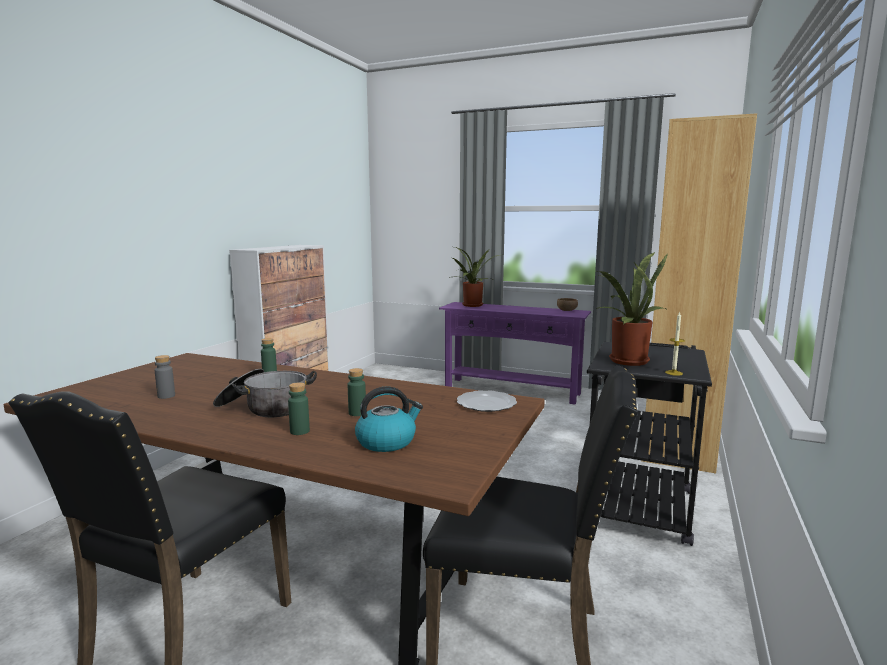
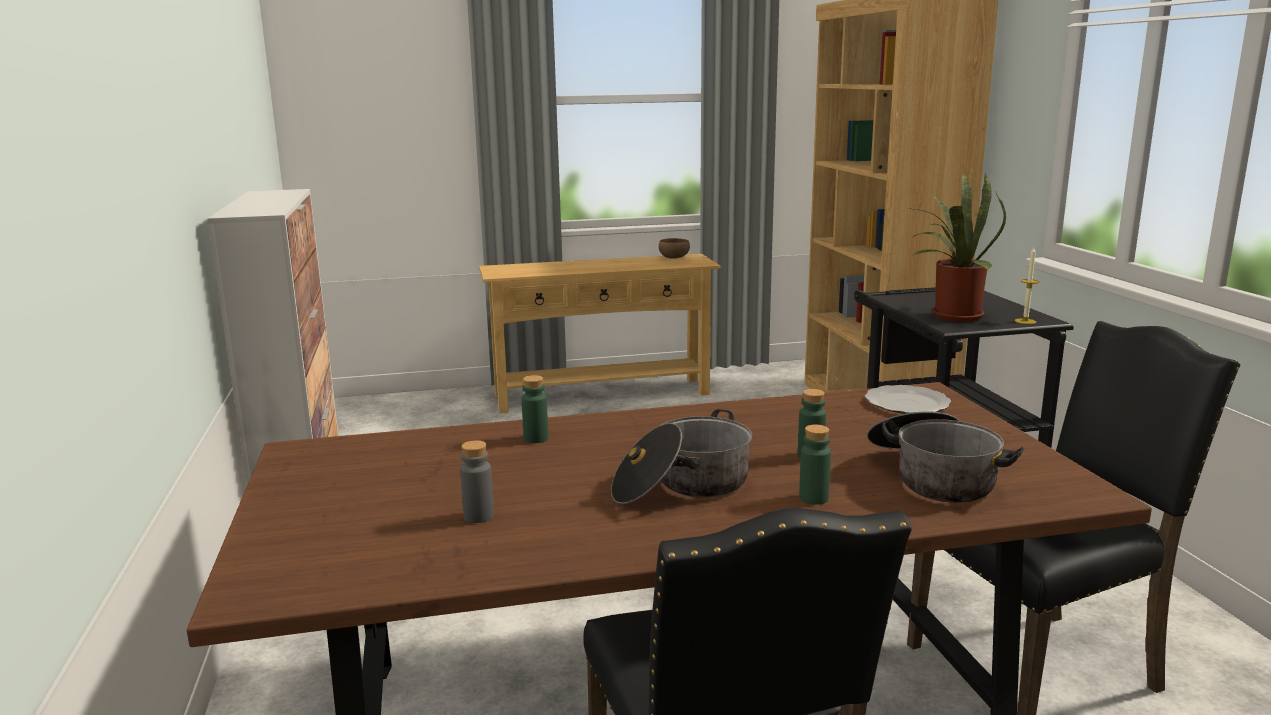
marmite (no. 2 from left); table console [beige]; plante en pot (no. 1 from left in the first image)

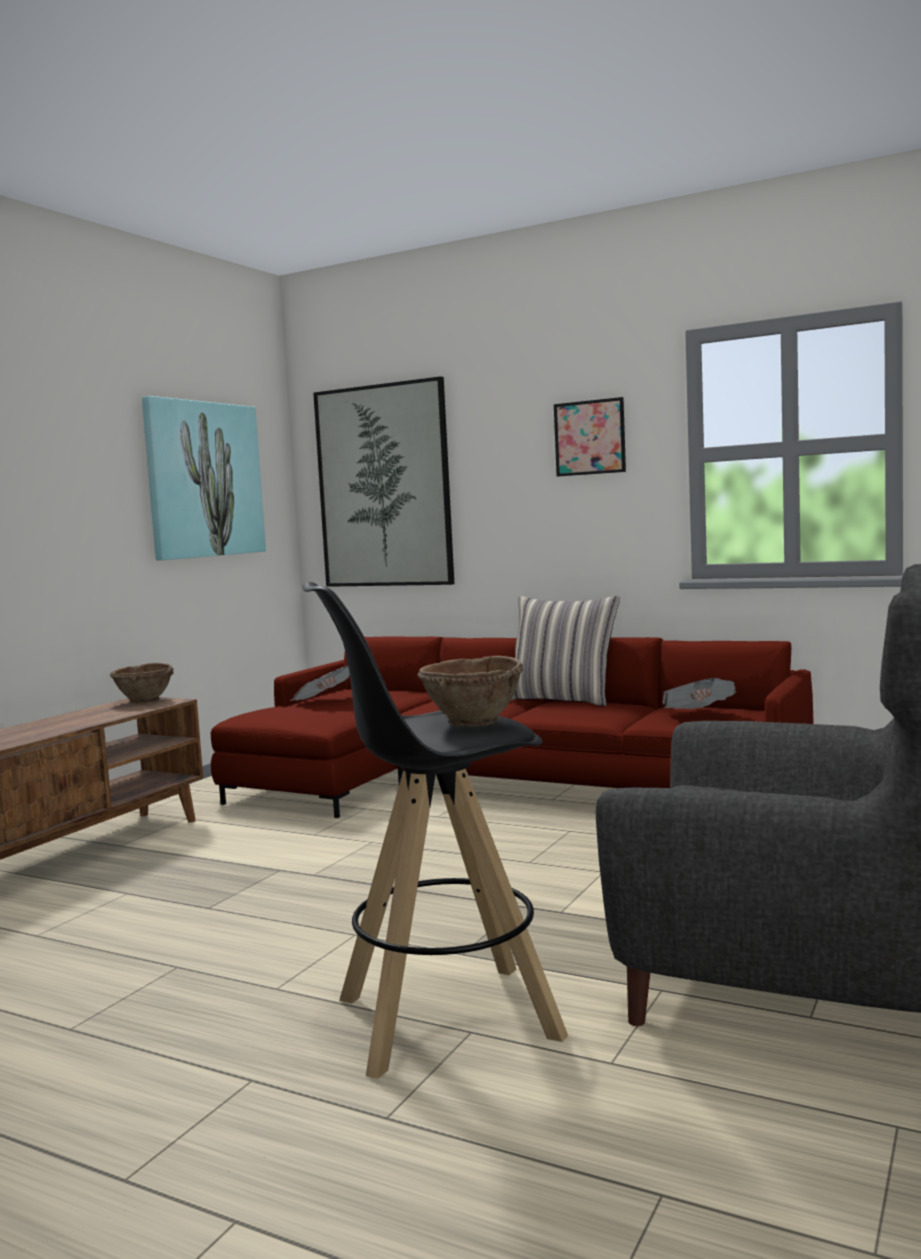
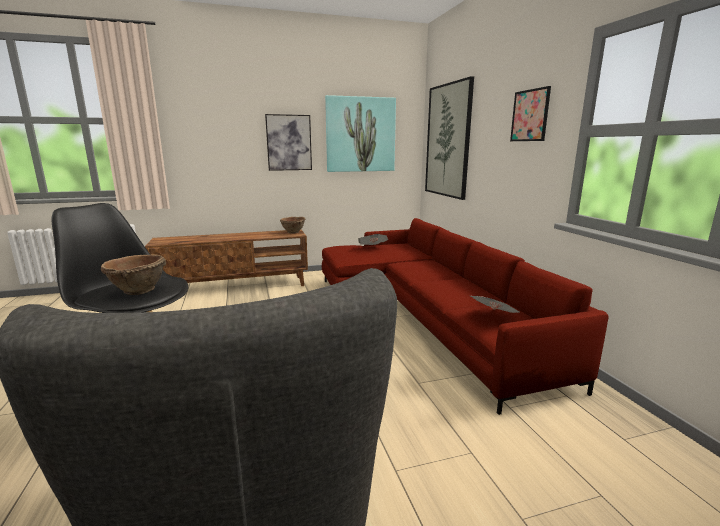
coussin; tableau (no. 1 from left)

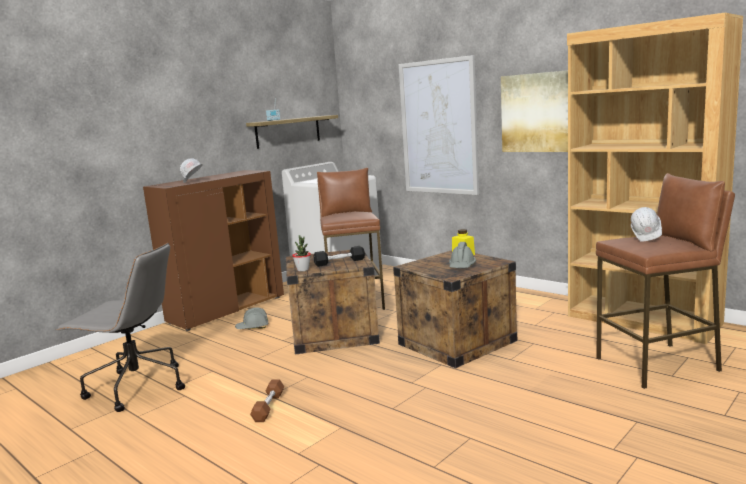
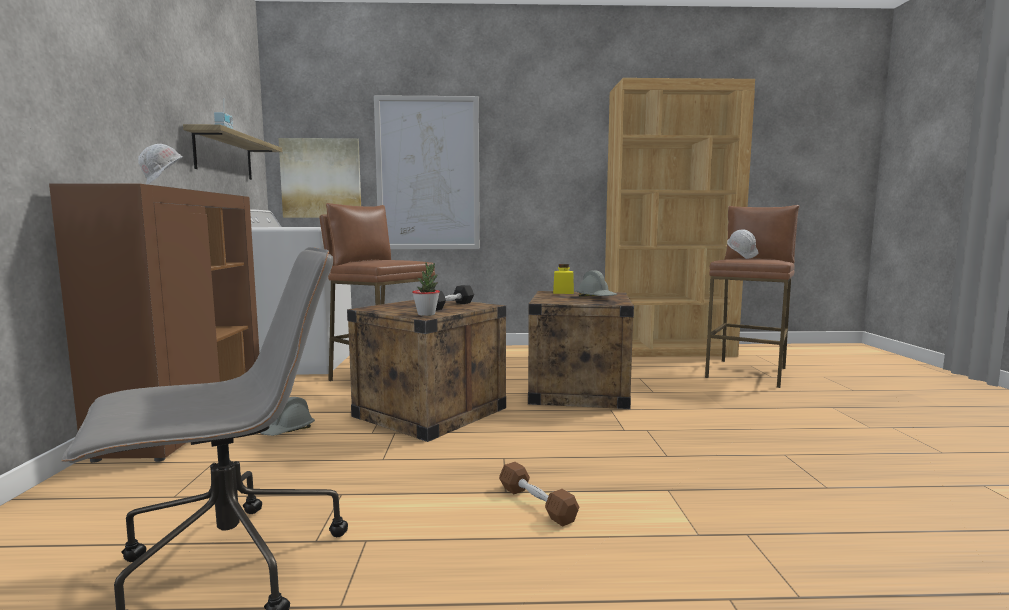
tableau (no. 1 from left)

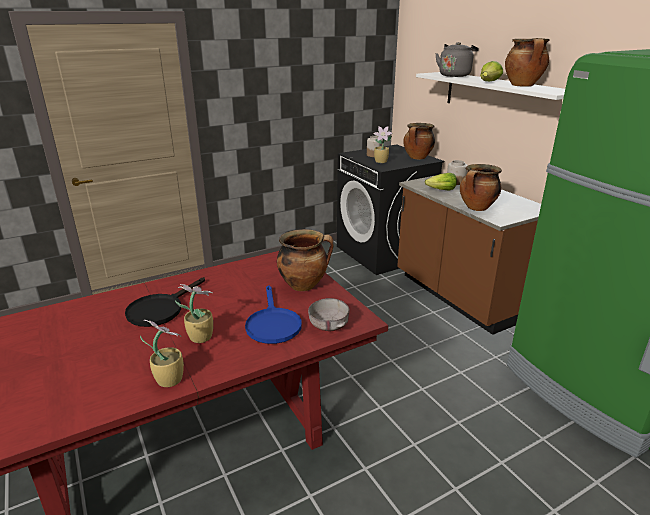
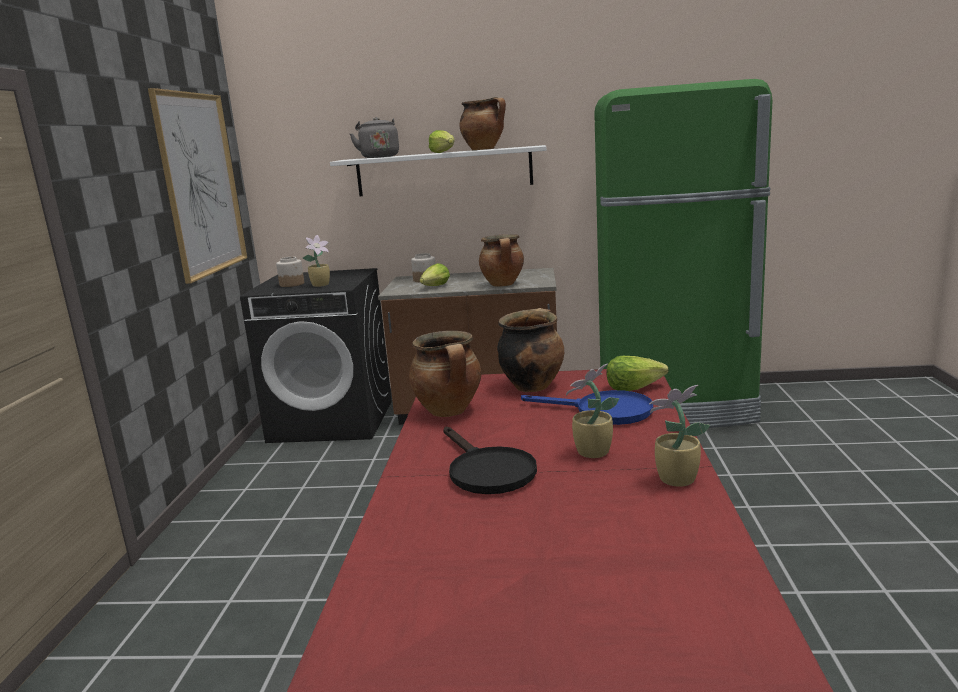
laitue (no. 3 from left); marmite (no. 1 from left); tableau

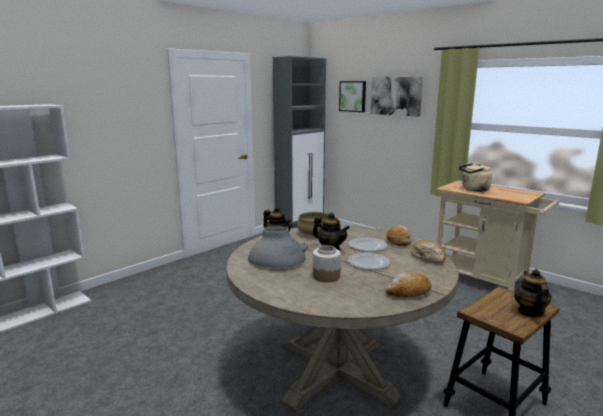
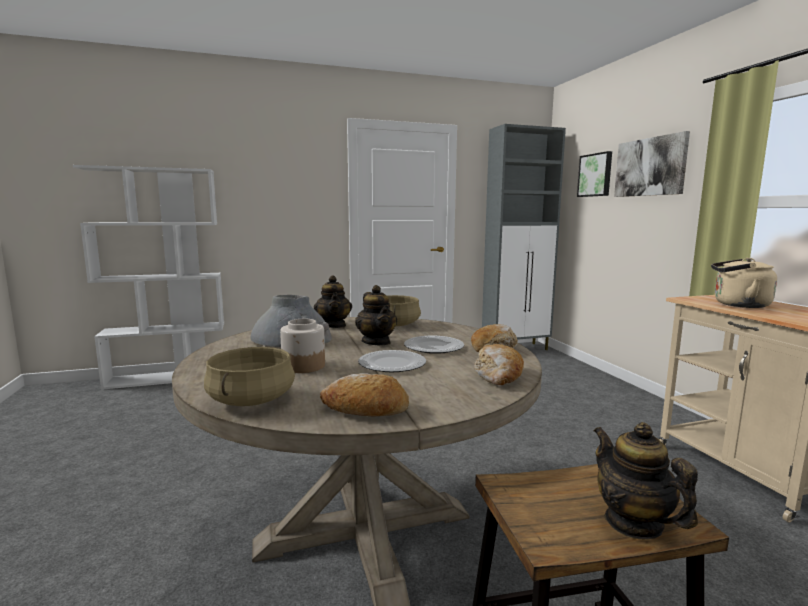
théière (no. 3 from left); marmite [beige] (no. 1 from left)

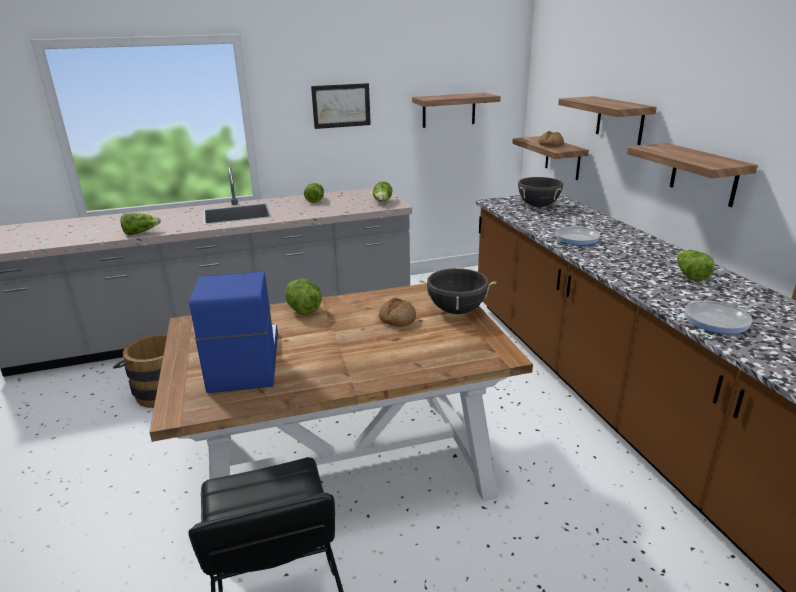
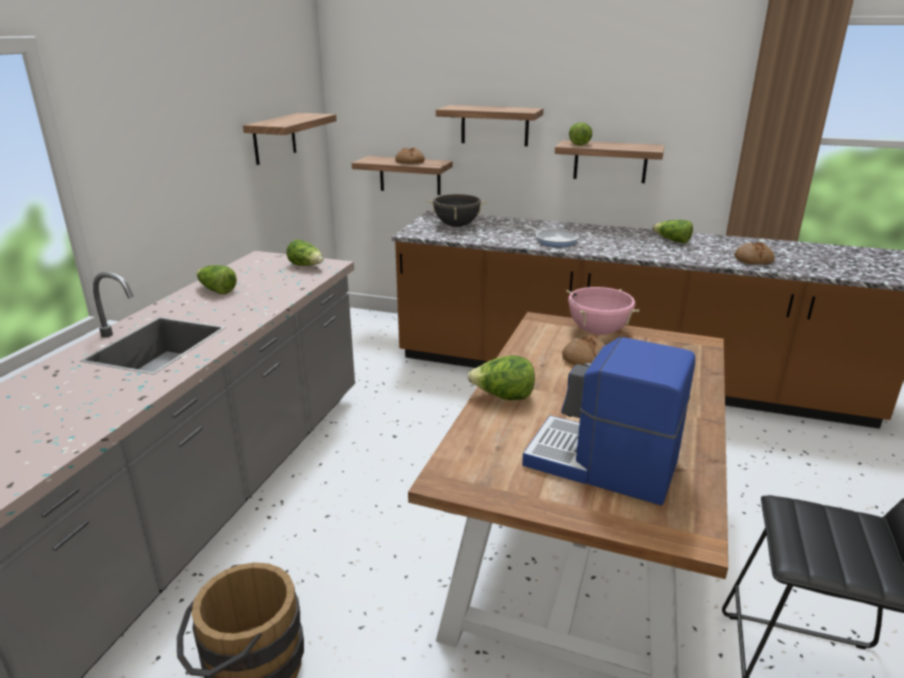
laitue (no. 4 from left); tableau; marmite [rose]; pain (no. 3 from left)

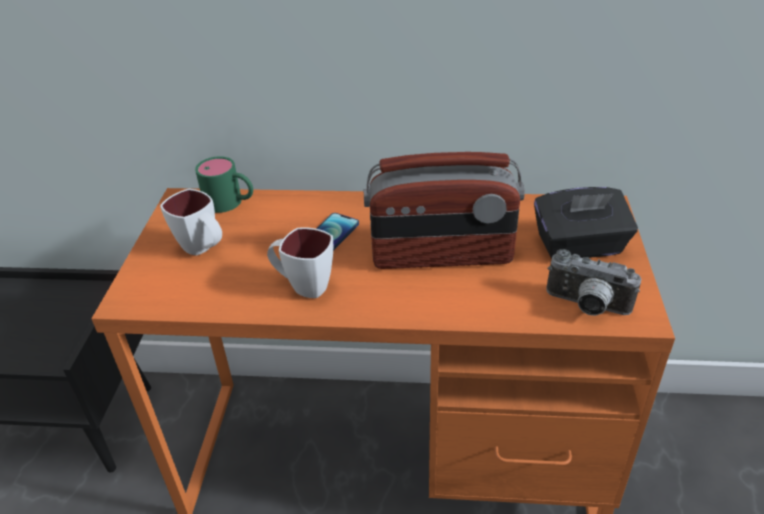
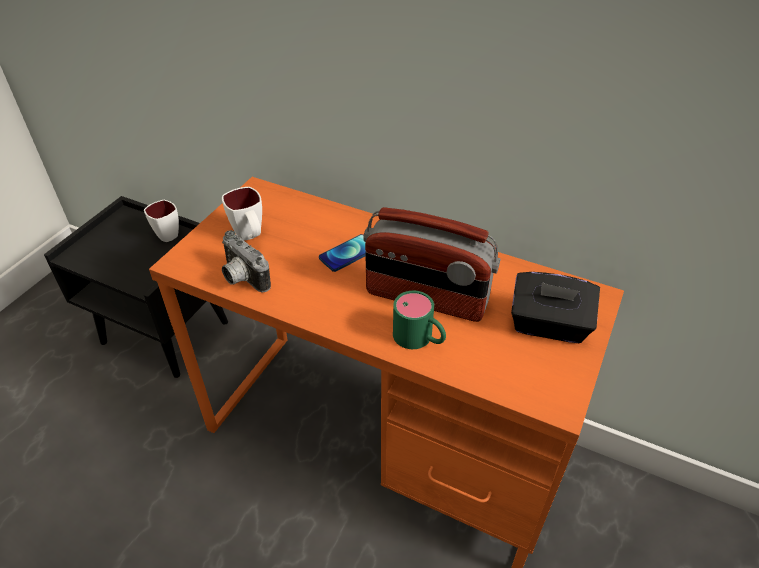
mug [vert]; mug [blanc] (no. 1 from left); appareil photo

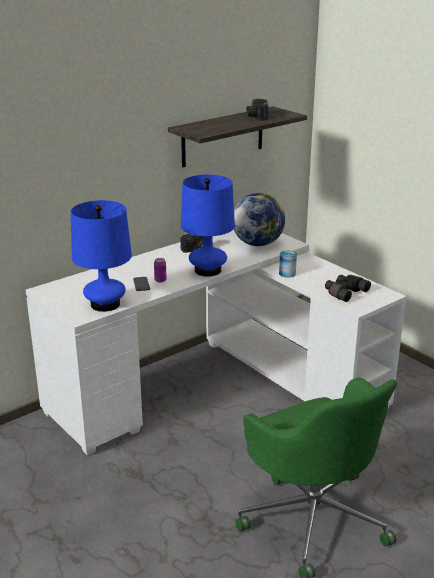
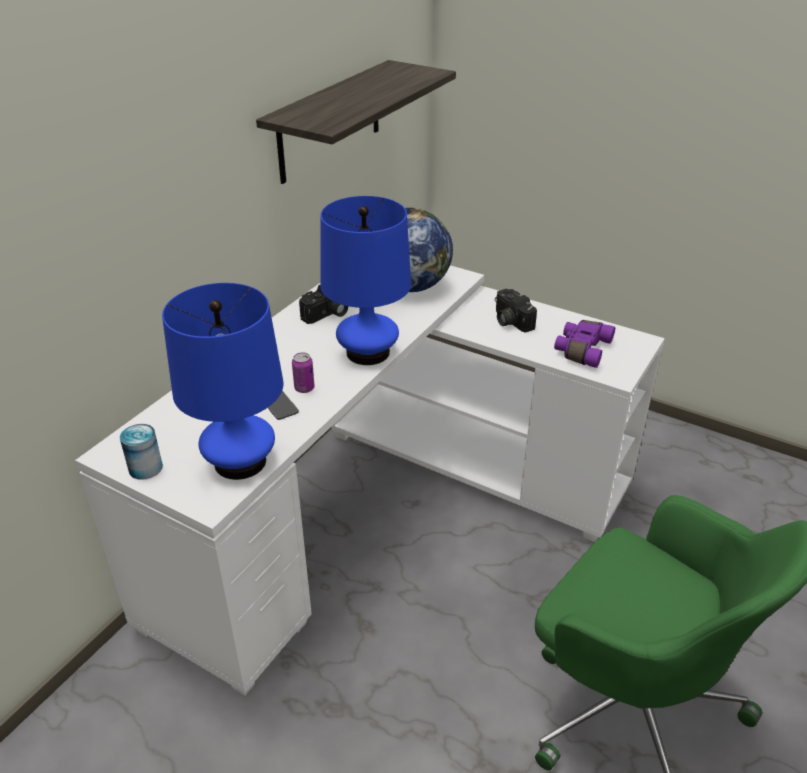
appareil photo (no. 2 from left); boîte métallique (no. 1 from left); jumelles [violet]

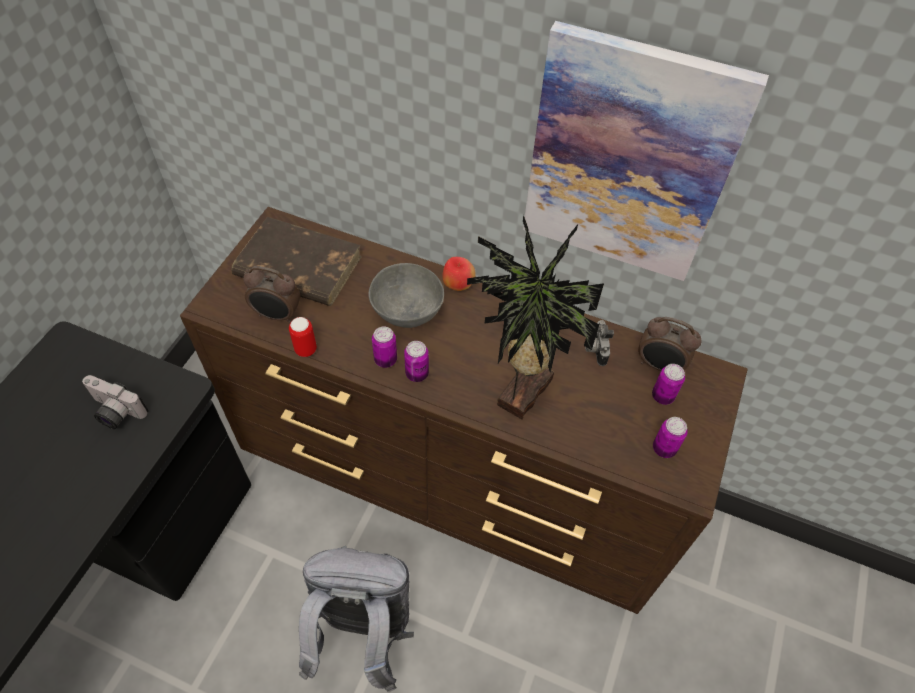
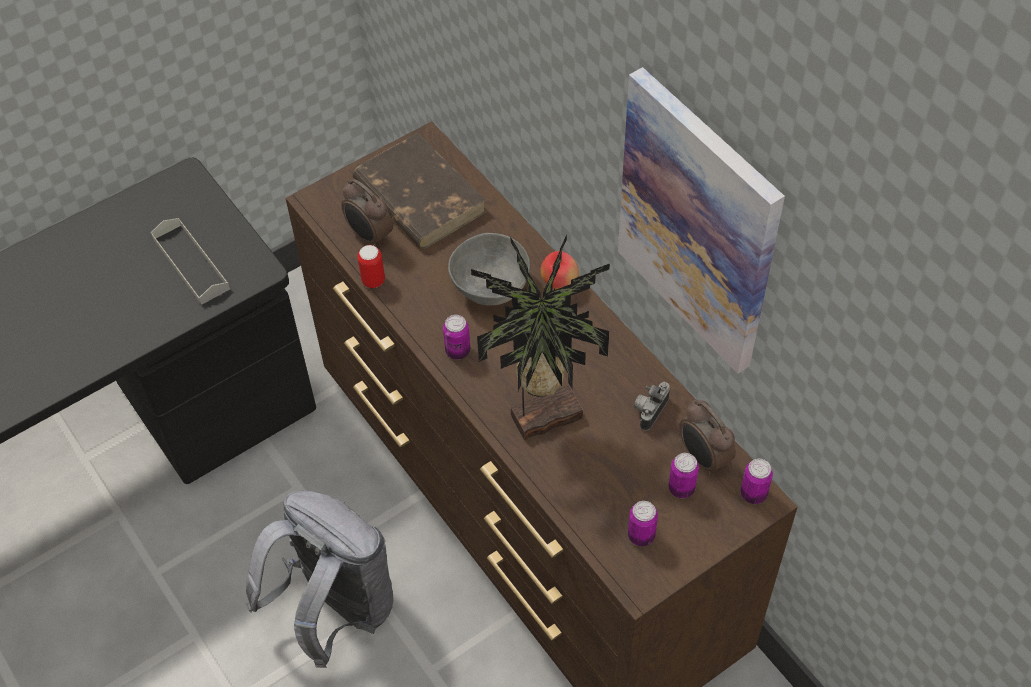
plateau [gris]; boîte métallique (no. 5 from left)

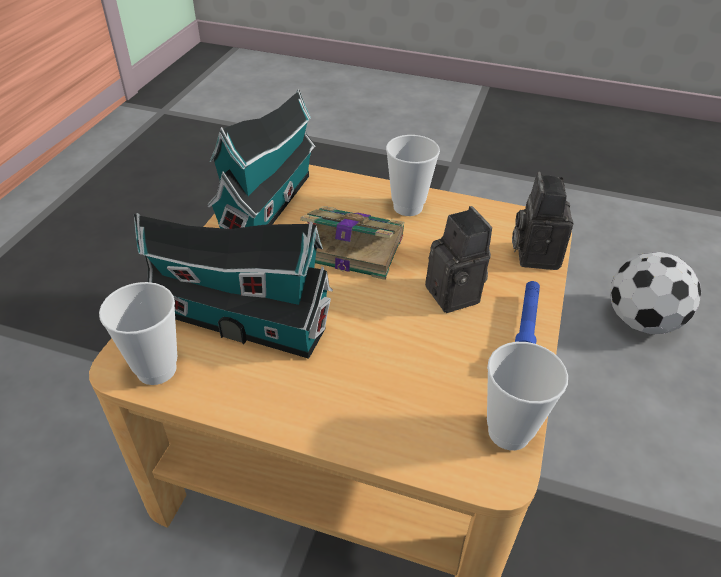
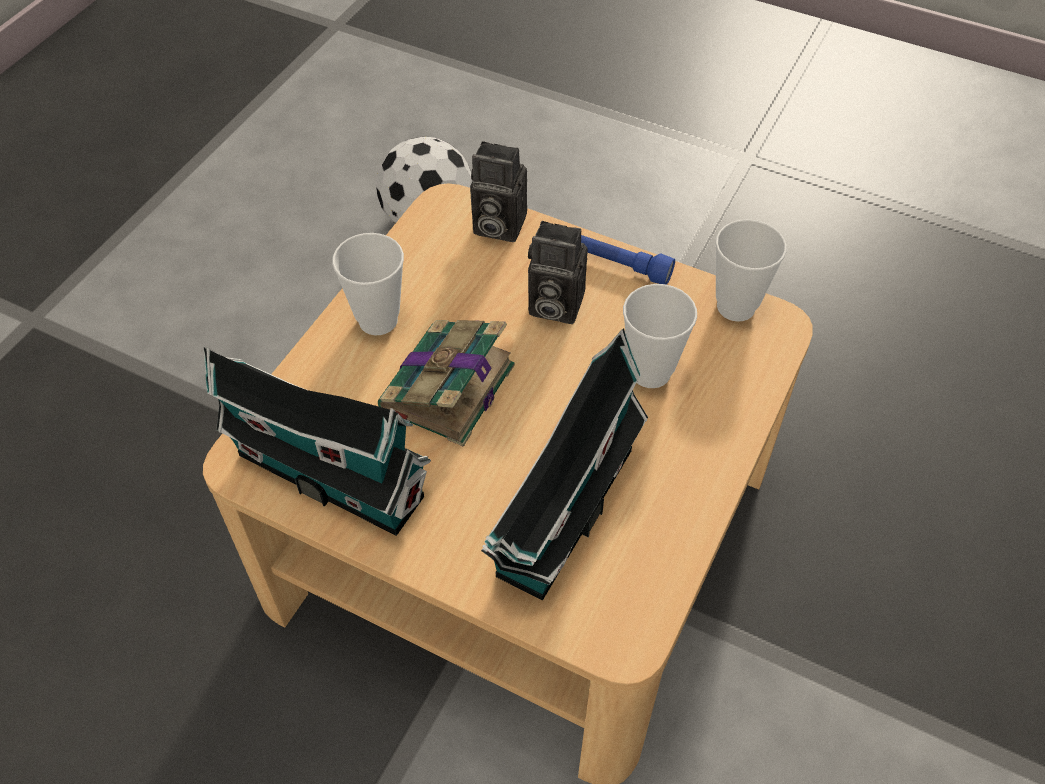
tasse (no. 2 from left); appareil photo (no. 2 from left)

